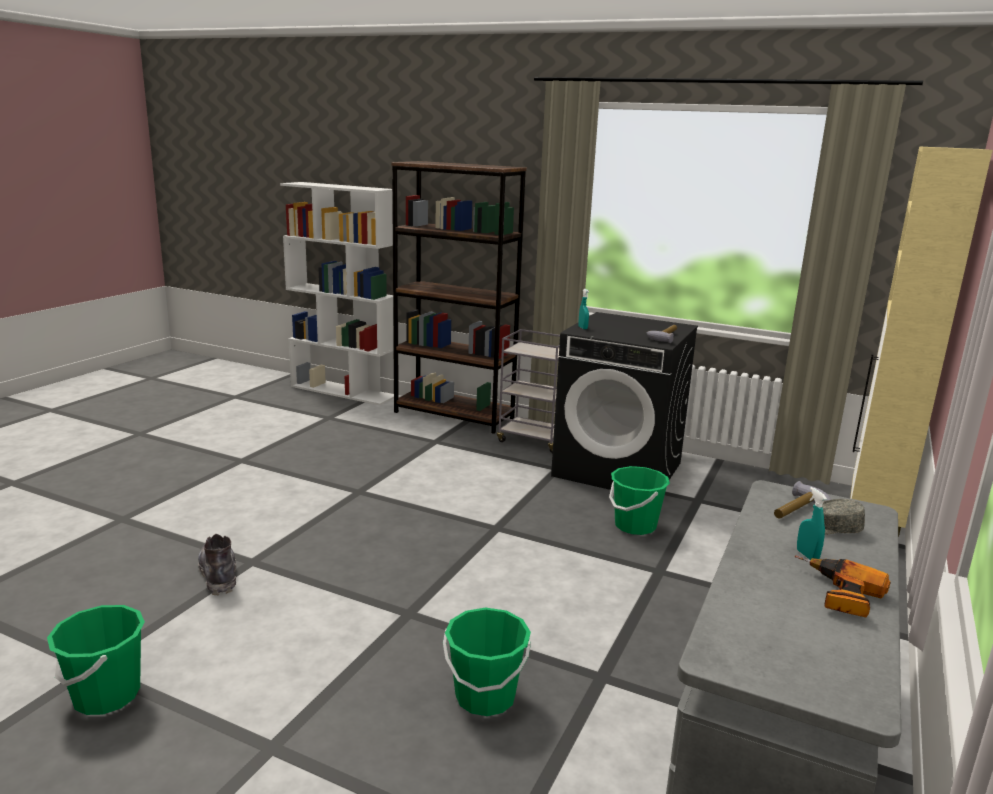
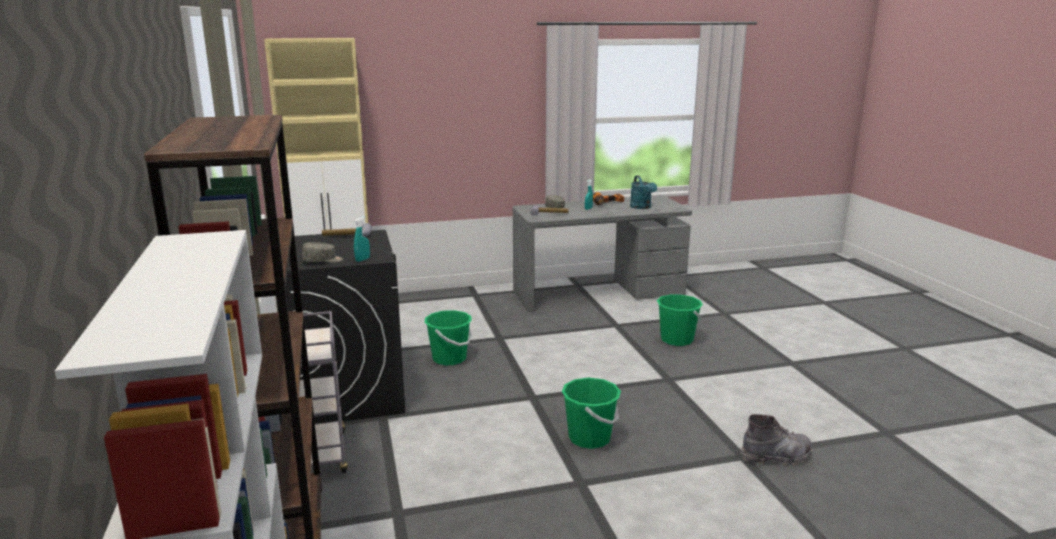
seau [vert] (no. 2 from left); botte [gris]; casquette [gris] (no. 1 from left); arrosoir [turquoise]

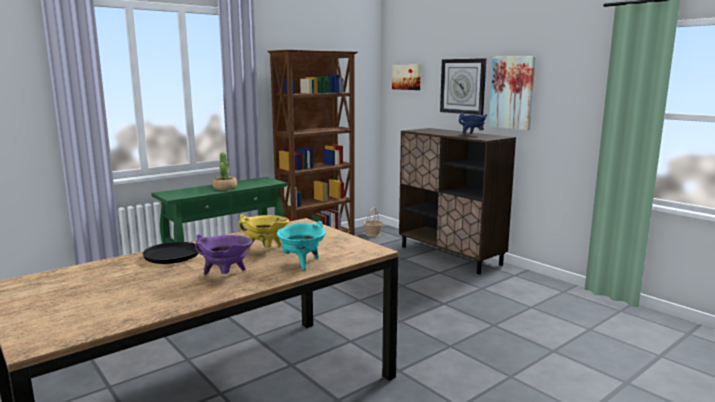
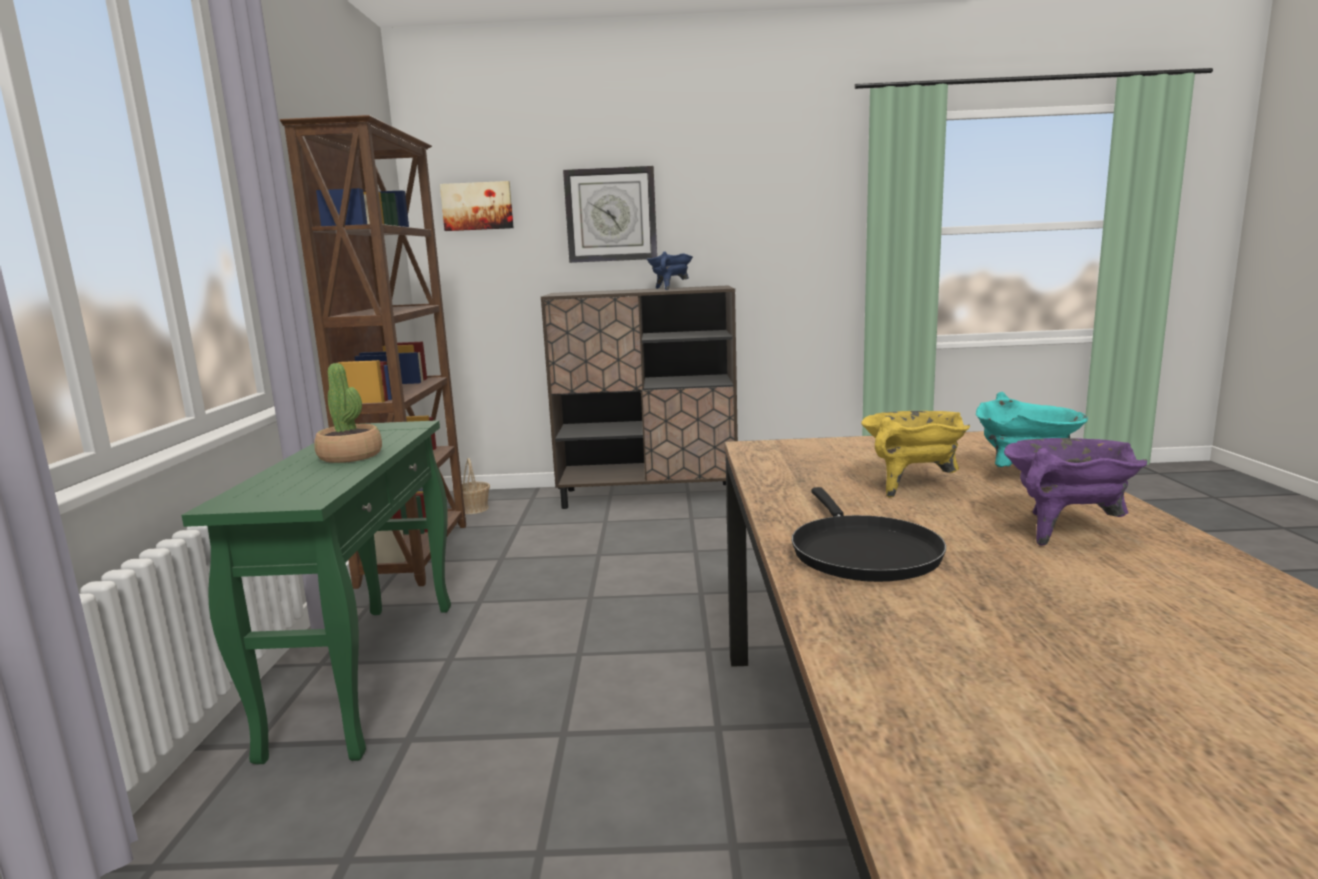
tableau (no. 2 from left in the first image)

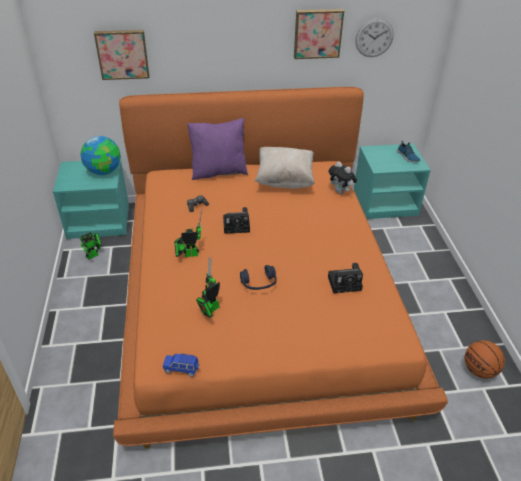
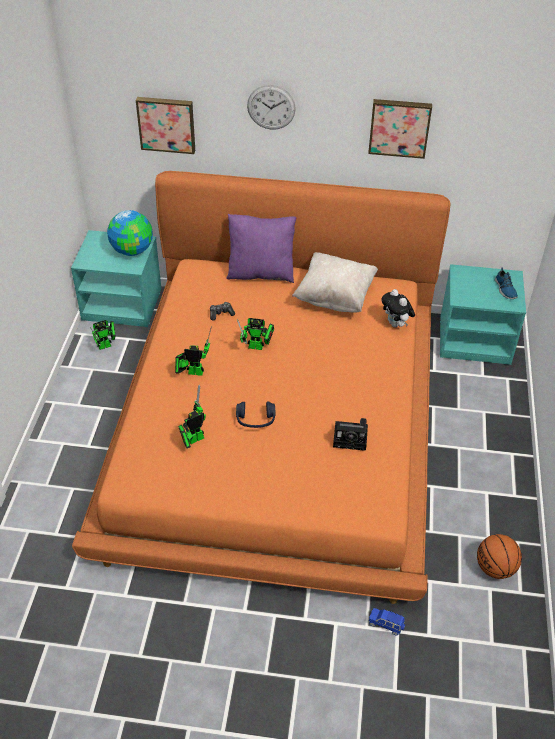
petite voiture [bleu]; robot jouet (no. 4 from left); horloge murale

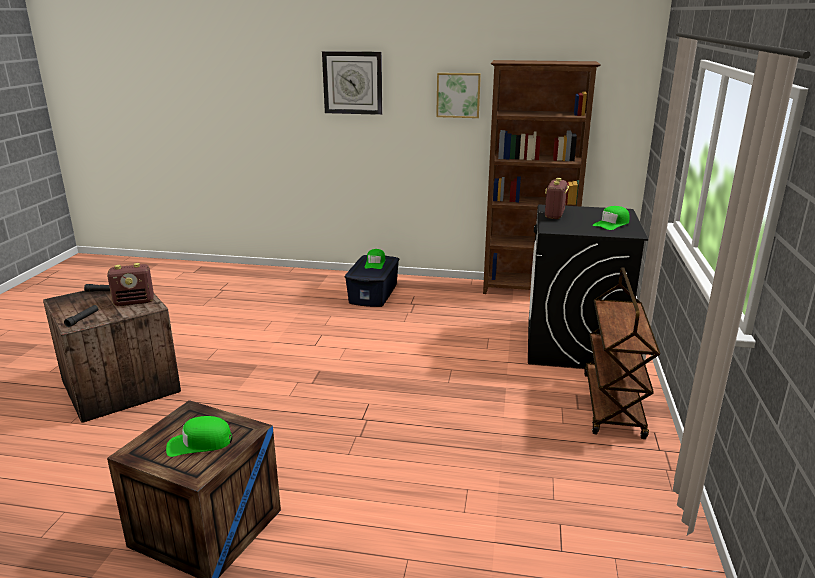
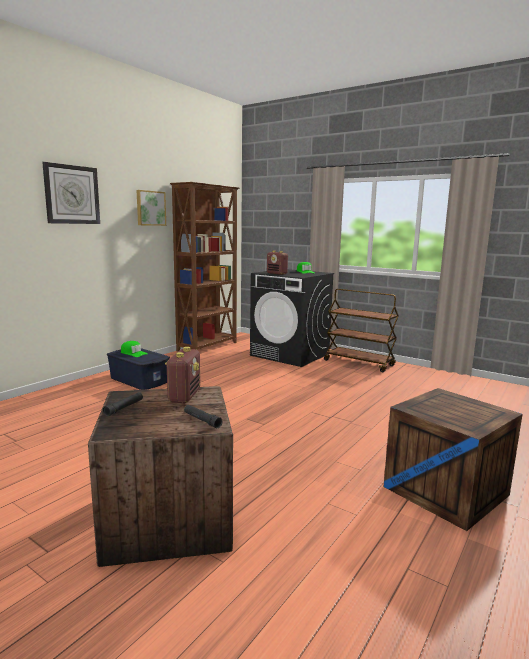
casquette [vert] (no. 1 from left in the first image)

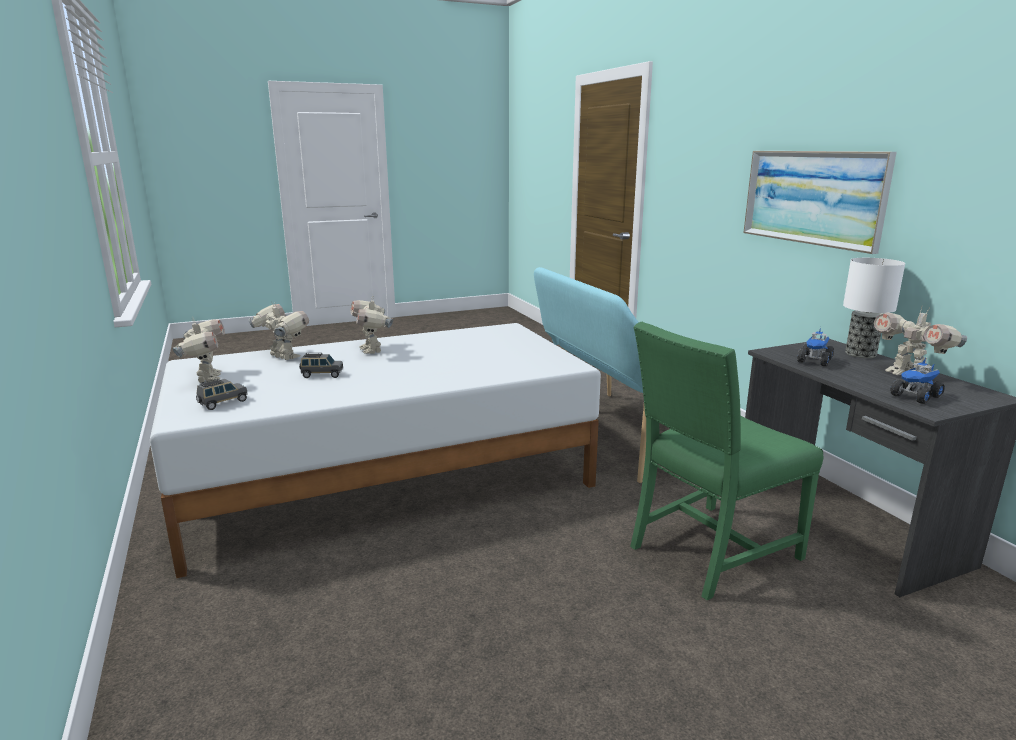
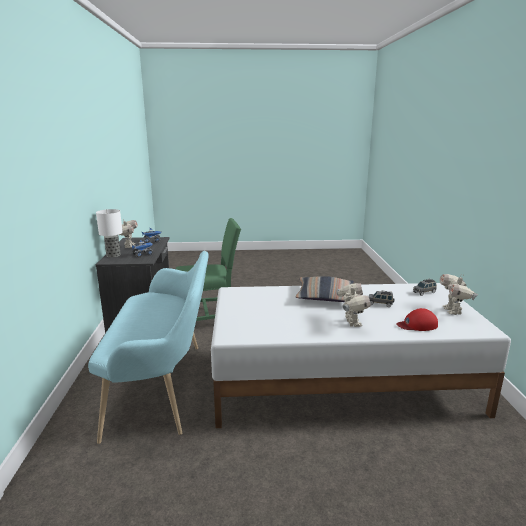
casquette [rouge]; tableau; coussin

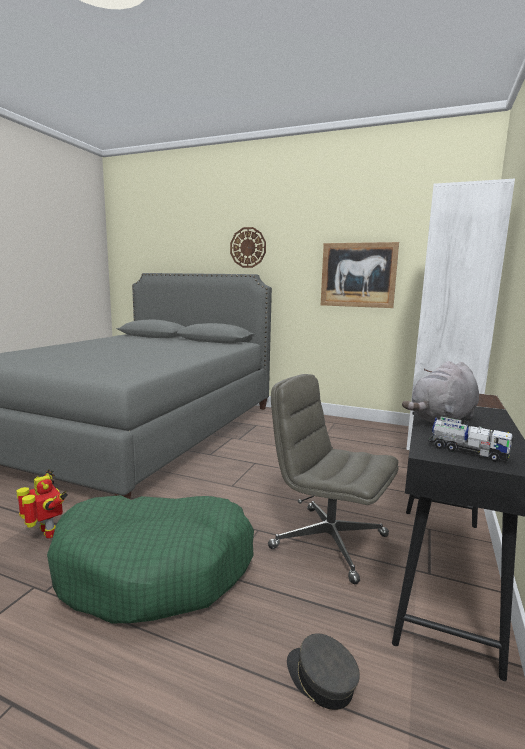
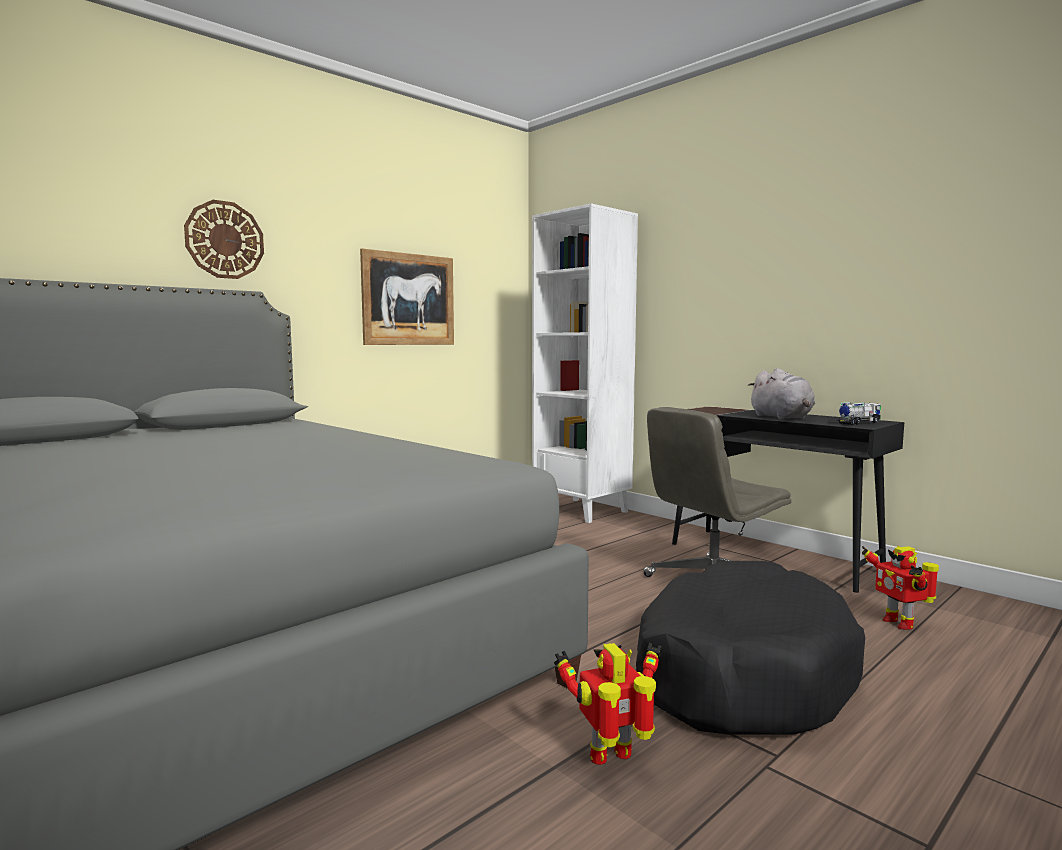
panier pour chien [noir]; robot jouet (no. 2 from left)

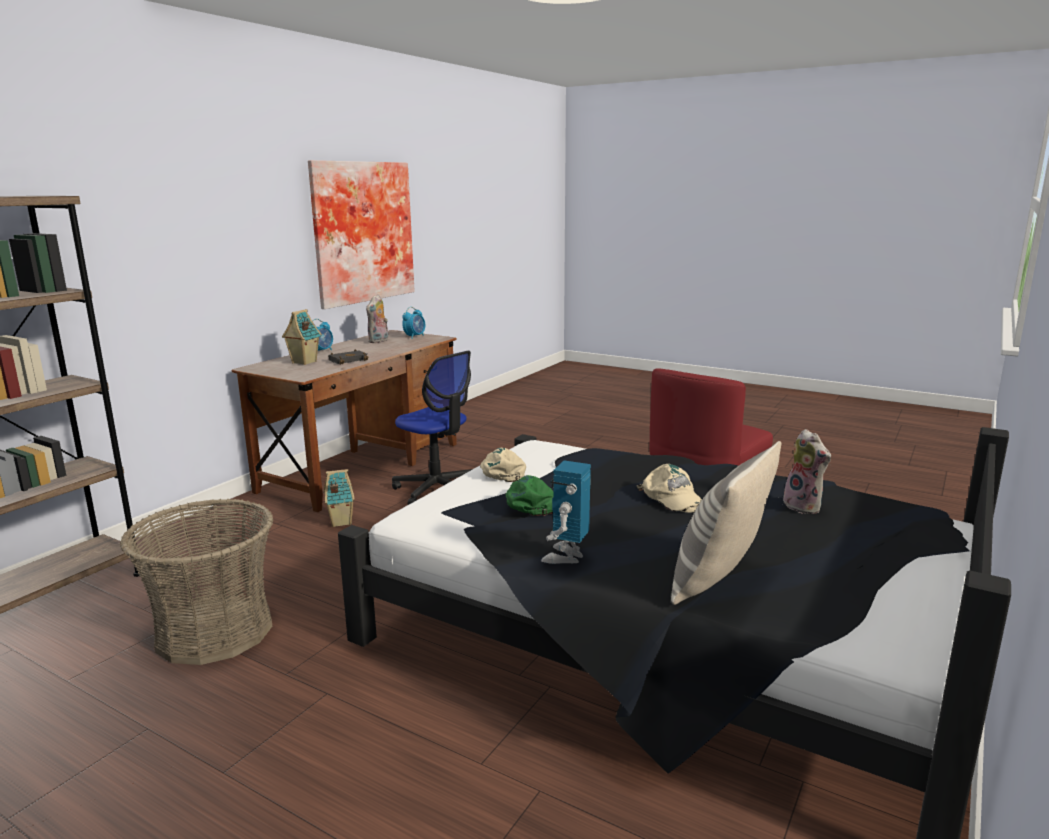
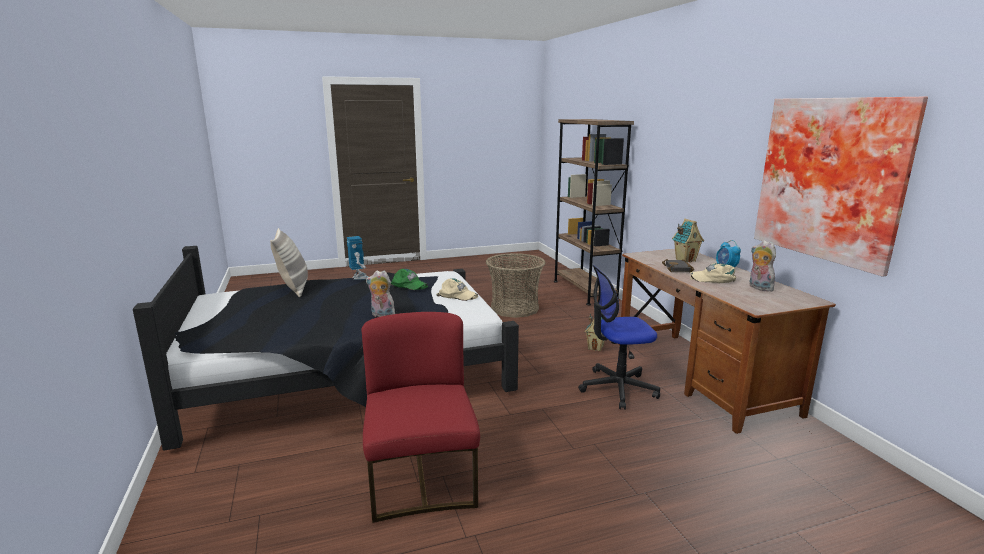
réveil (no. 2 from left in the first image); casquette [beige] (no. 2 from left); peluche (no. 1 from left)

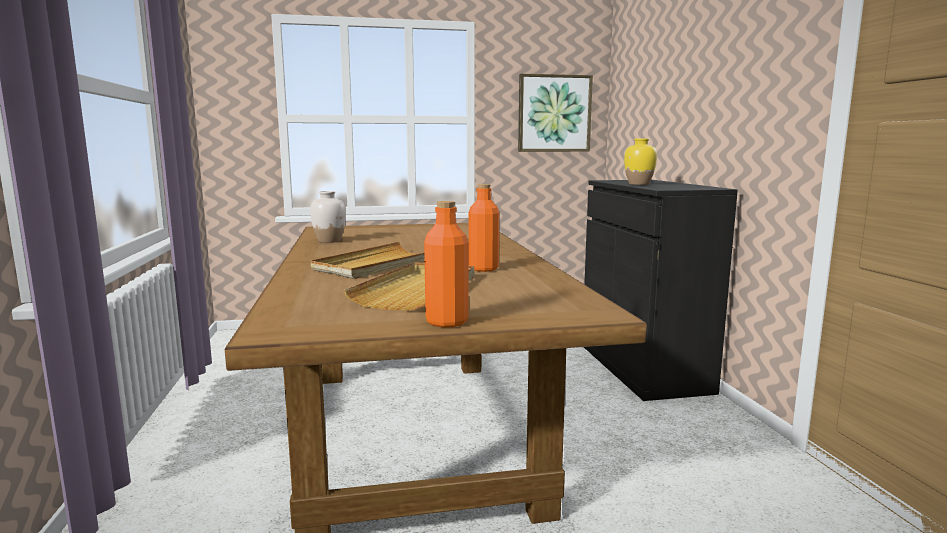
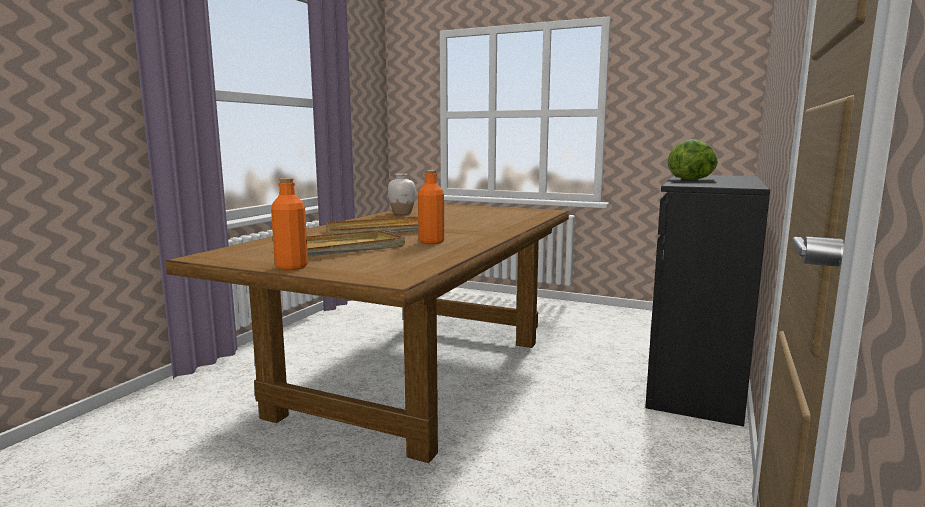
tableau; laitue

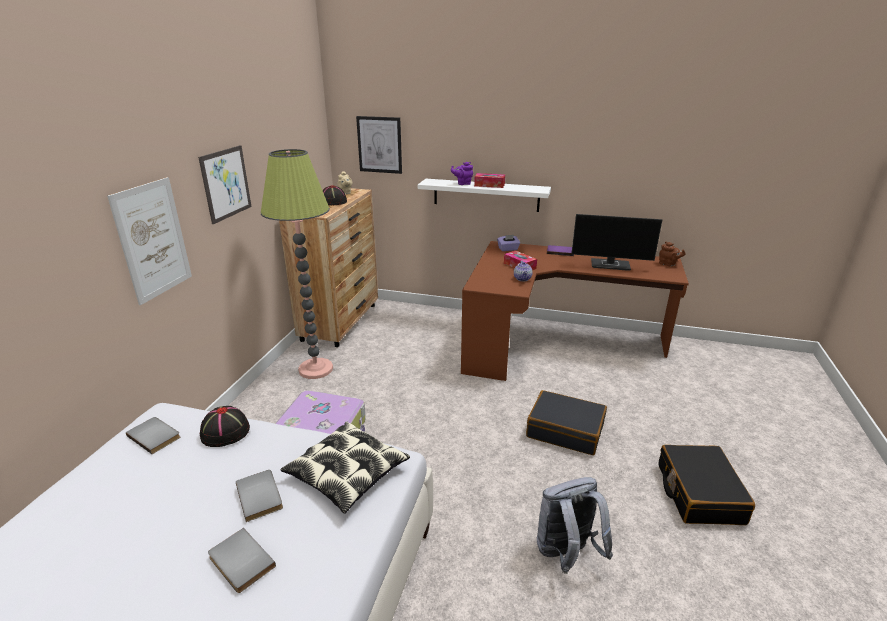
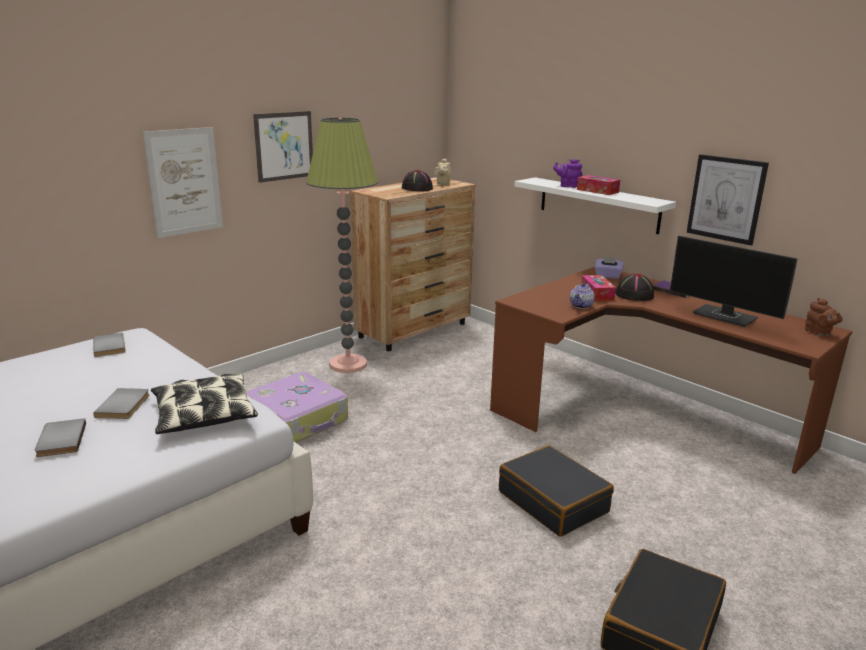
chapeau [noir] (no. 2 from left); tableau (no. 3 from left); sac à dos [gris]

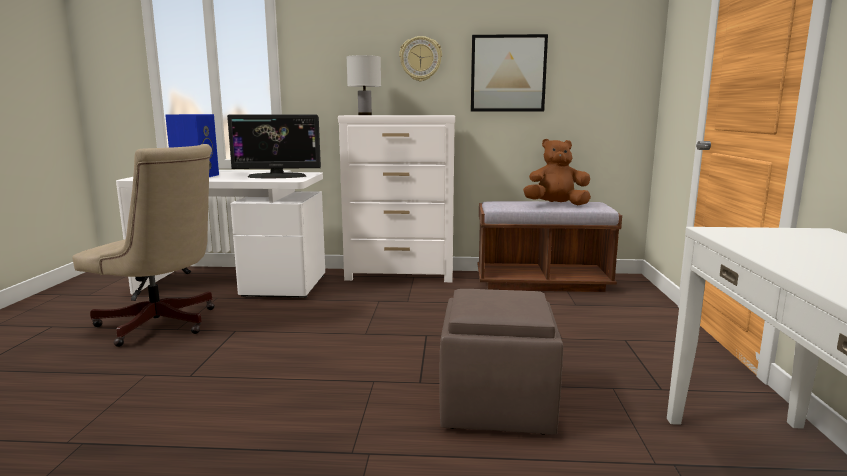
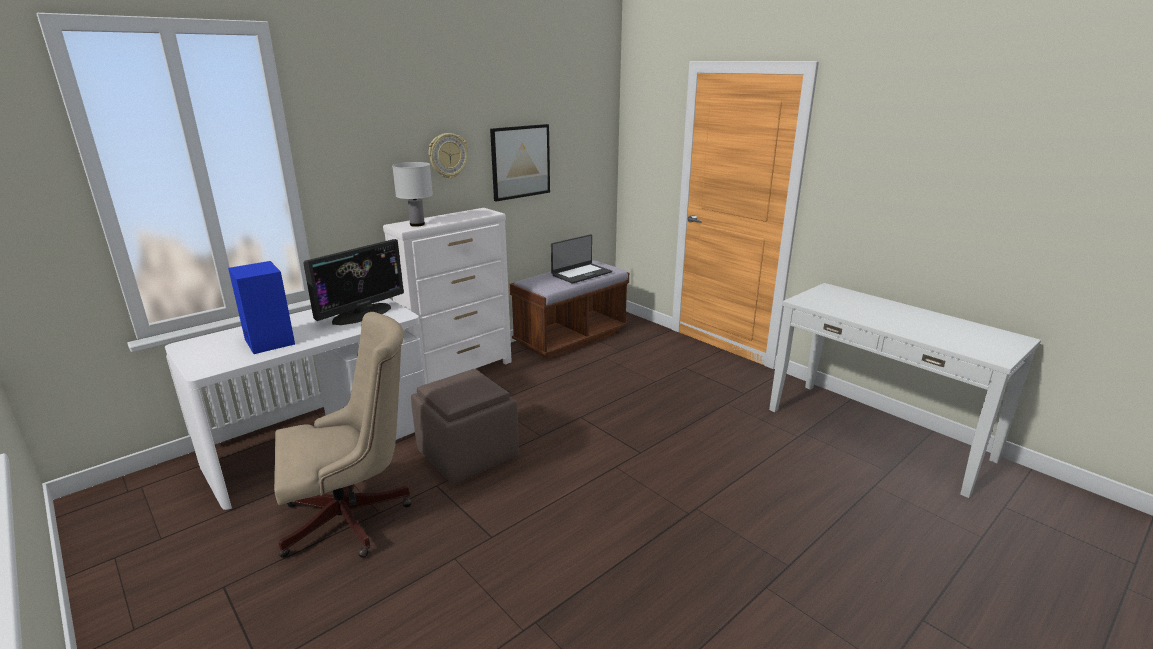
pouf [marron]; ordinateur portable

